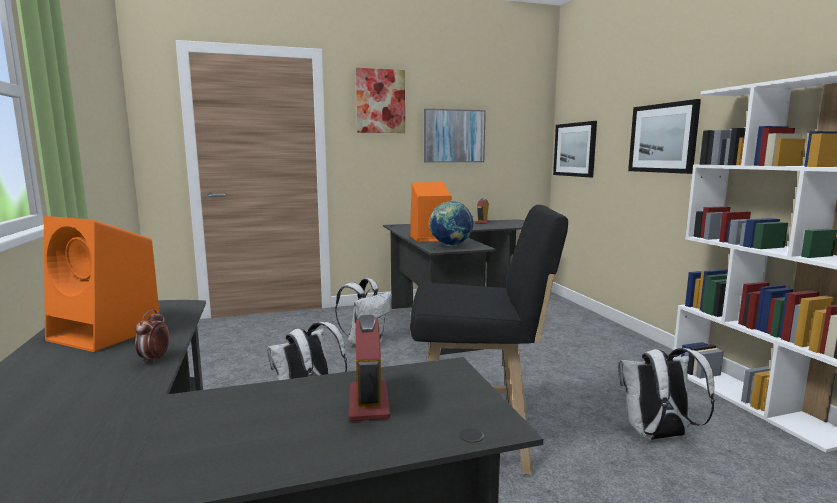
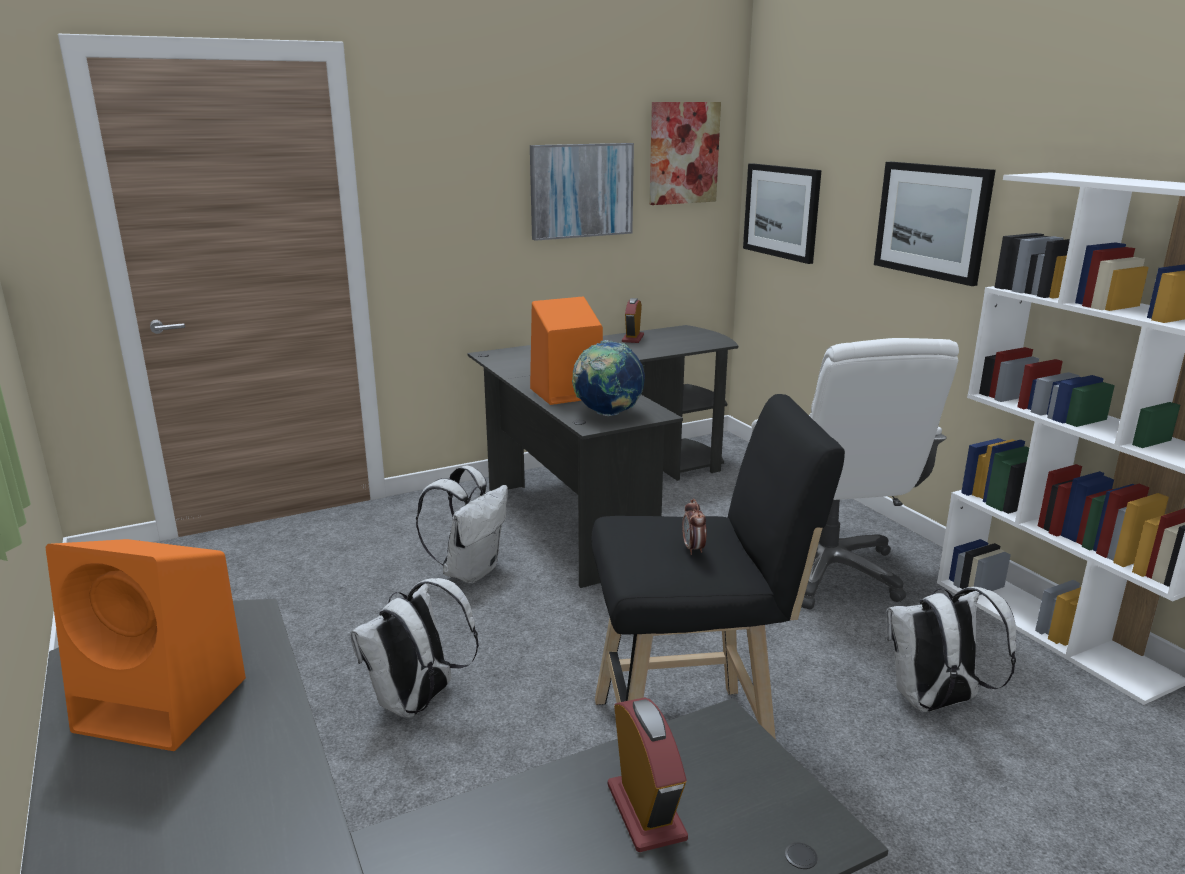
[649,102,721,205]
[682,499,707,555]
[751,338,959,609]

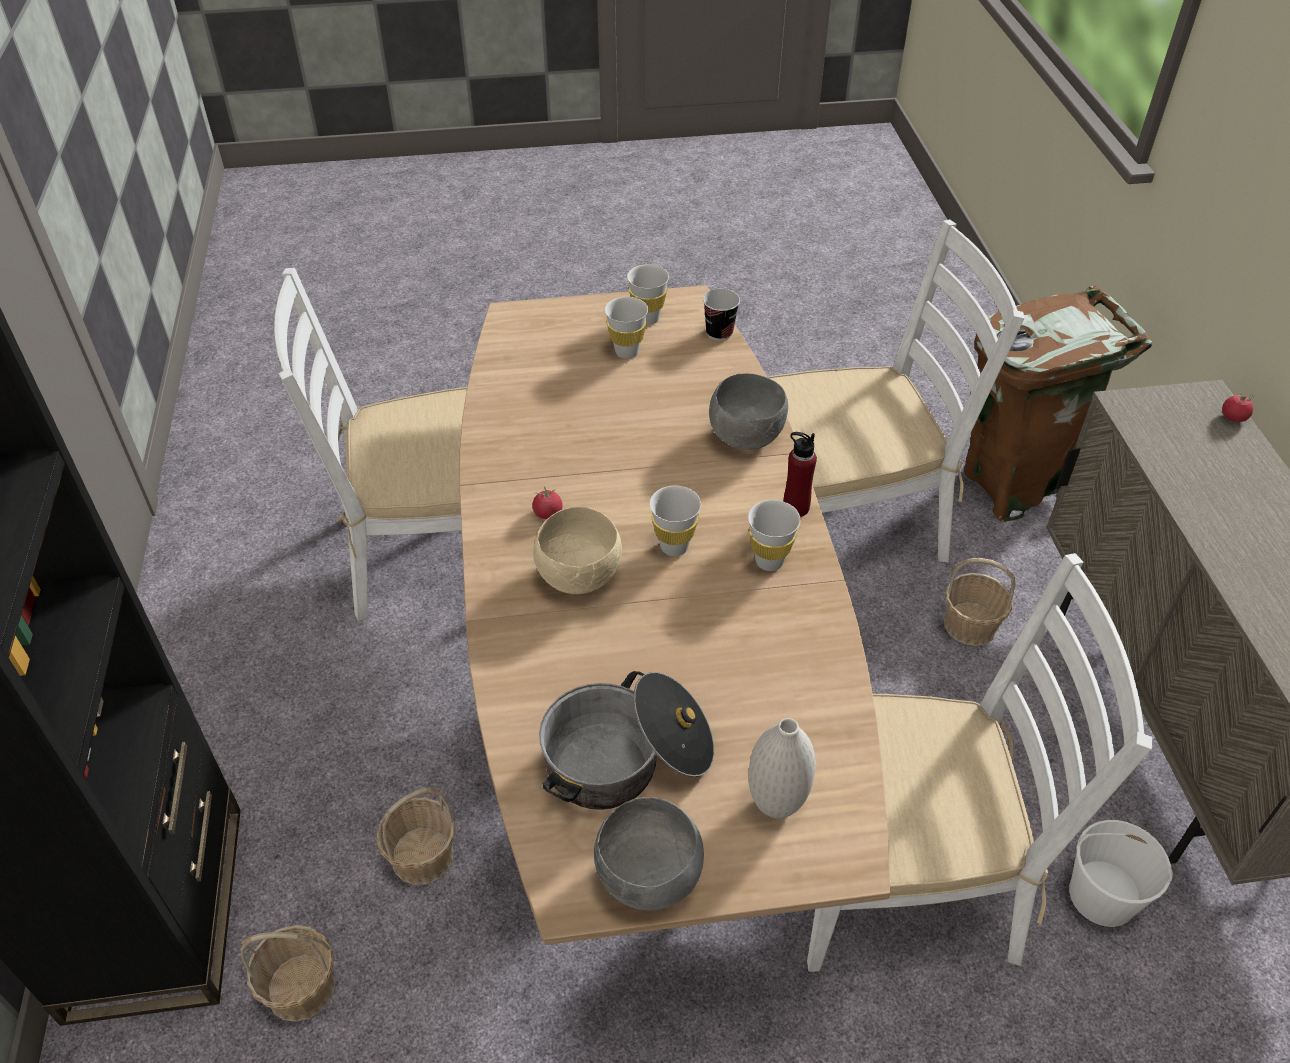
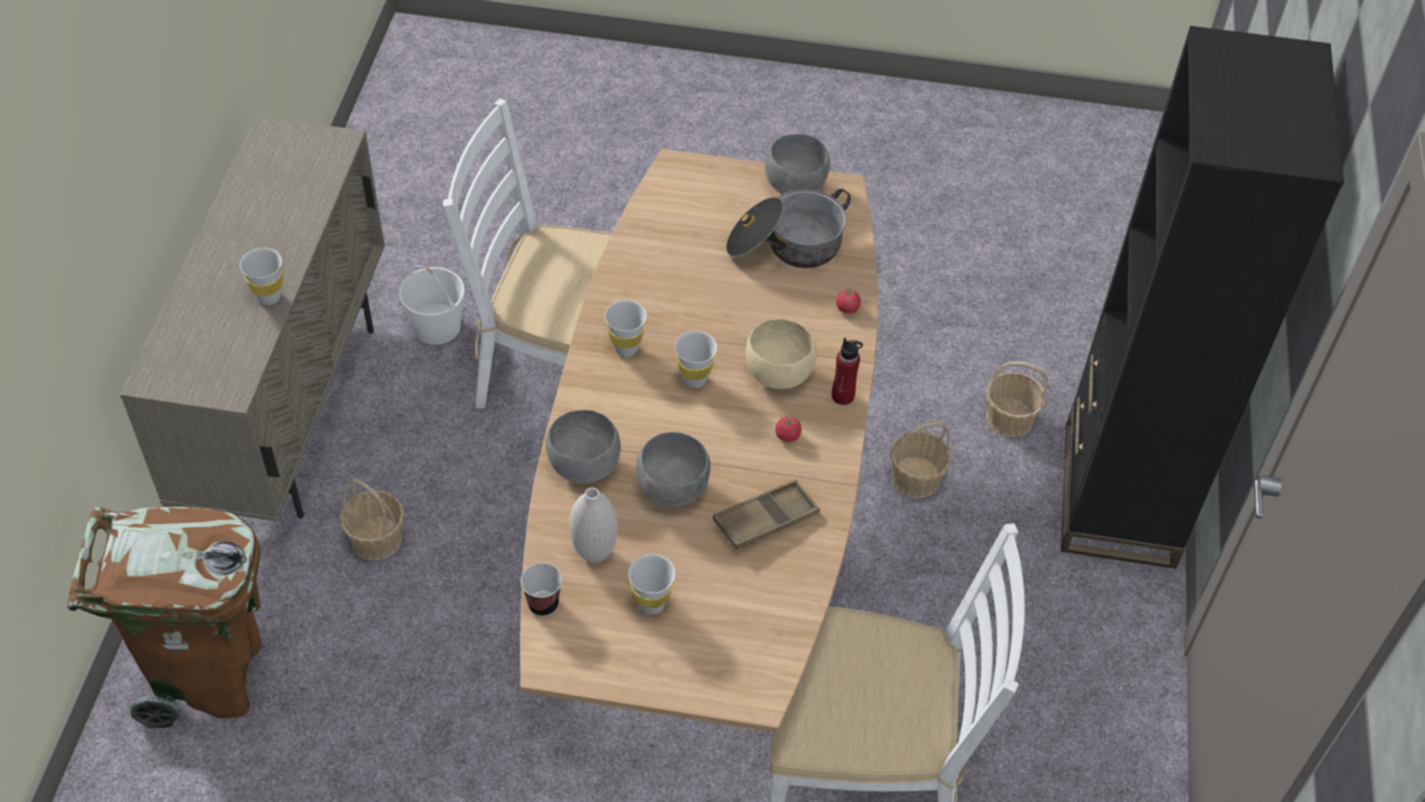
[240,248,283,305]
[569,488,618,563]
[636,432,711,507]
[713,479,820,550]
[832,338,863,405]
[836,287,861,314]
[767,219,1024,562] (first image)

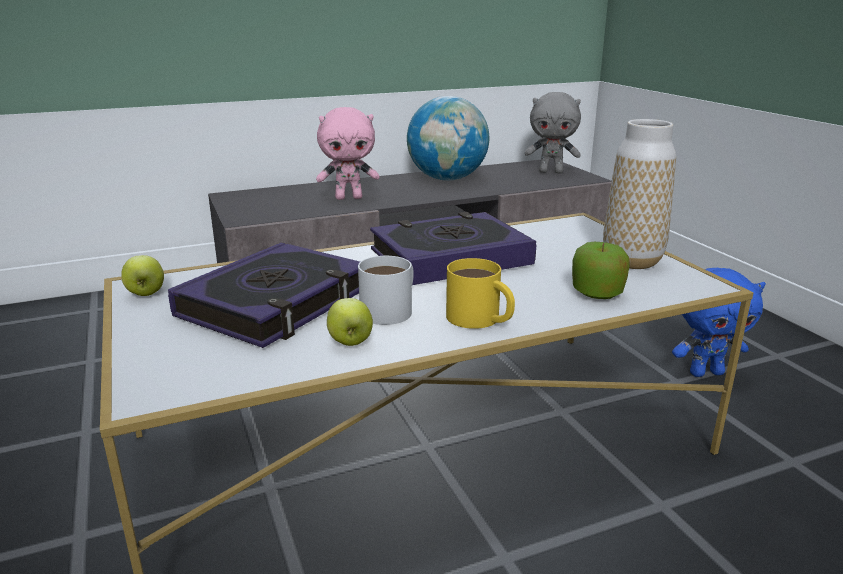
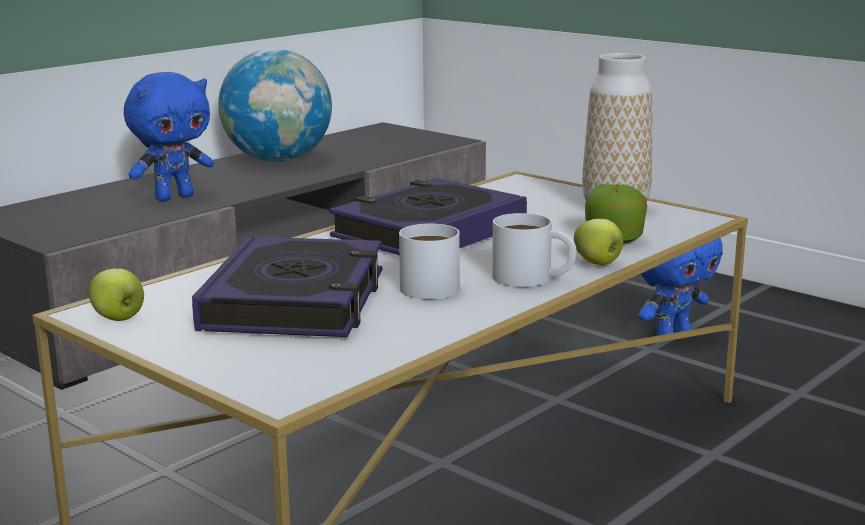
[124,72,214,201]
[492,213,576,287]
[574,219,623,265]
[525,92,581,173] (first image)

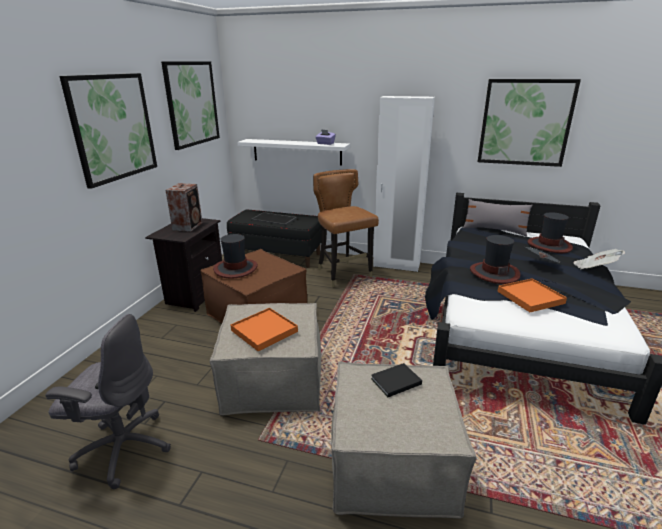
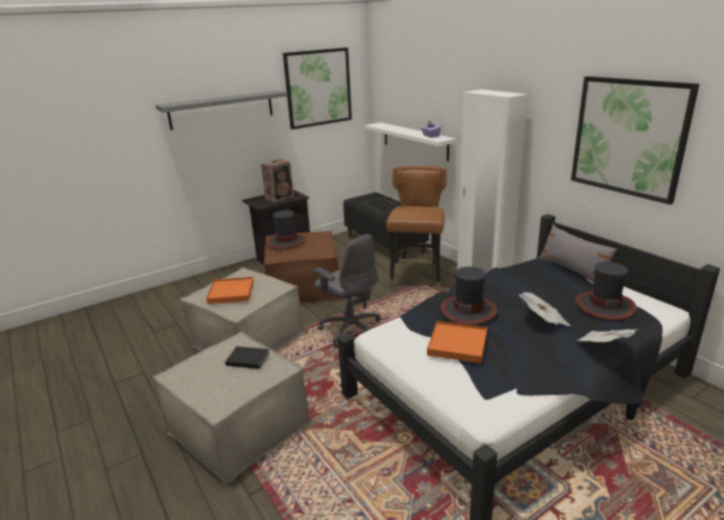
[156,90,288,130]
[313,234,381,348]

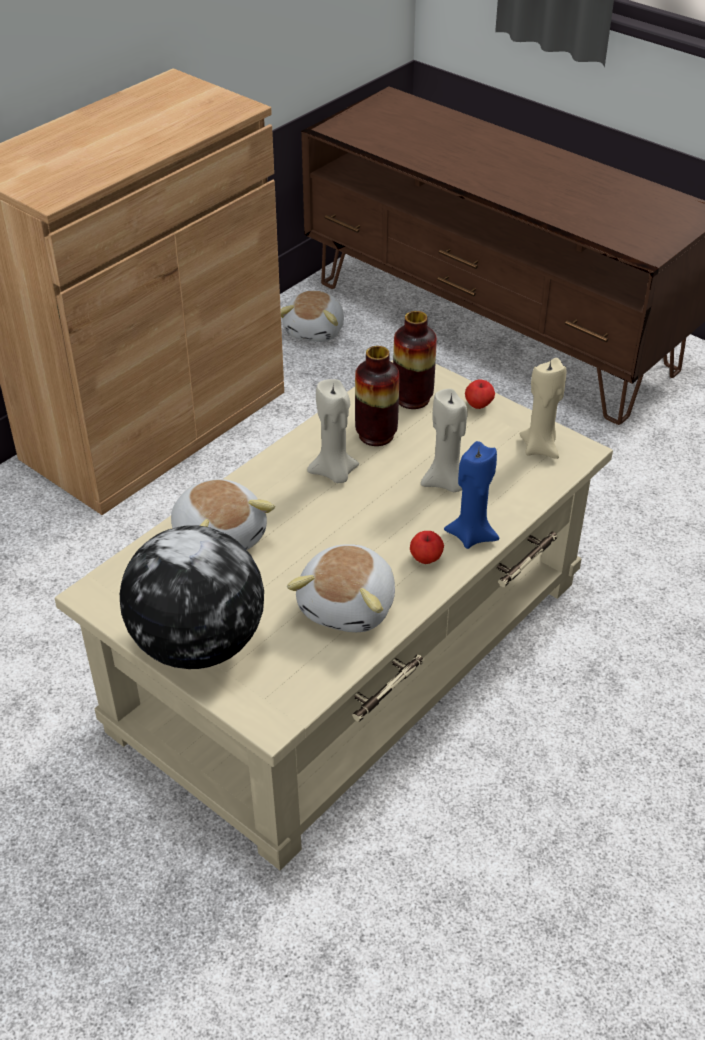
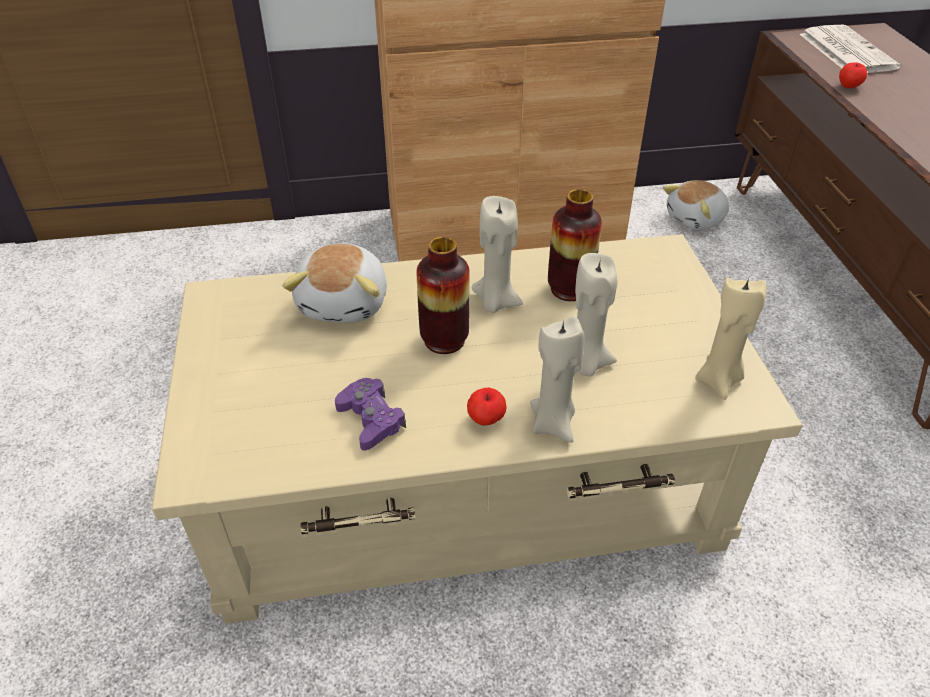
[335,378,406,450]
[417,237,470,354]
[530,316,585,443]
[800,25,901,73]
[839,63,867,88]
[120,525,264,669] (first image)

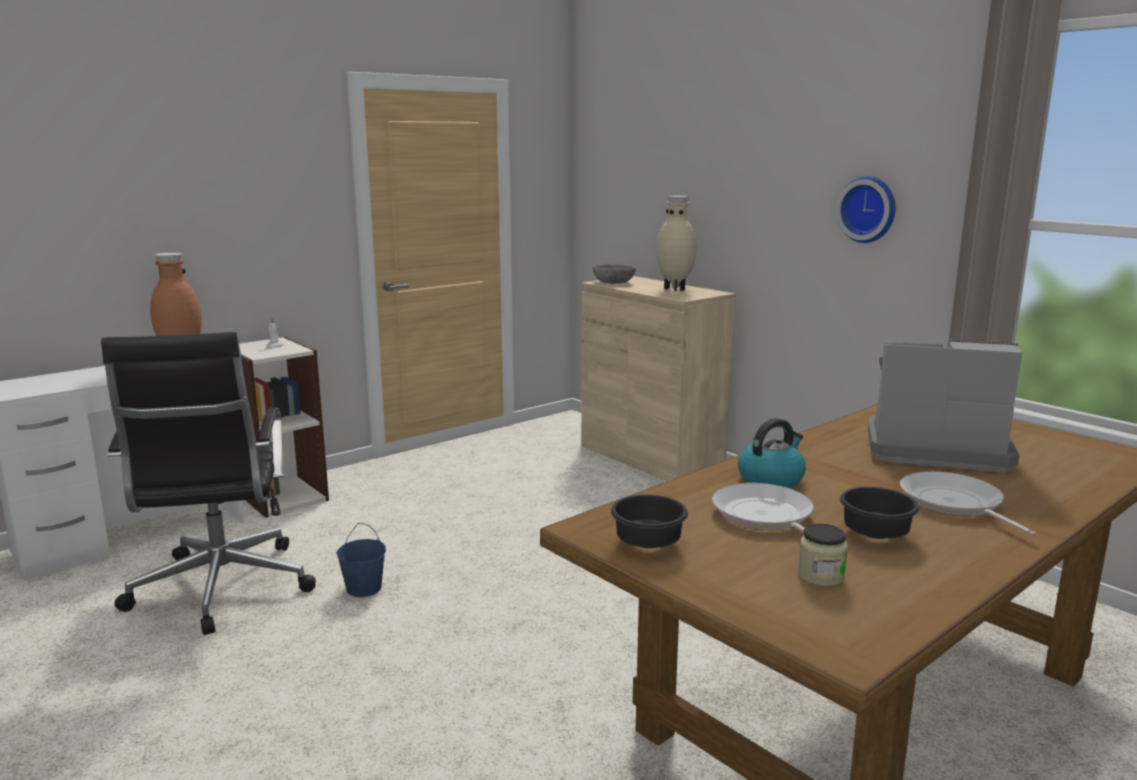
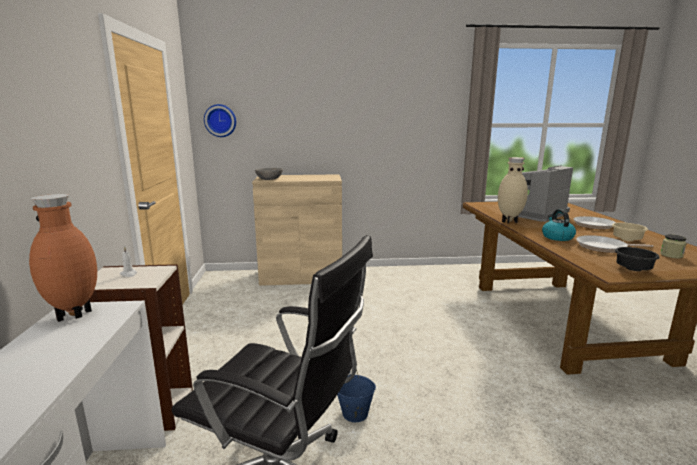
[204,104,236,137]
[498,157,528,223]
[612,222,648,241]

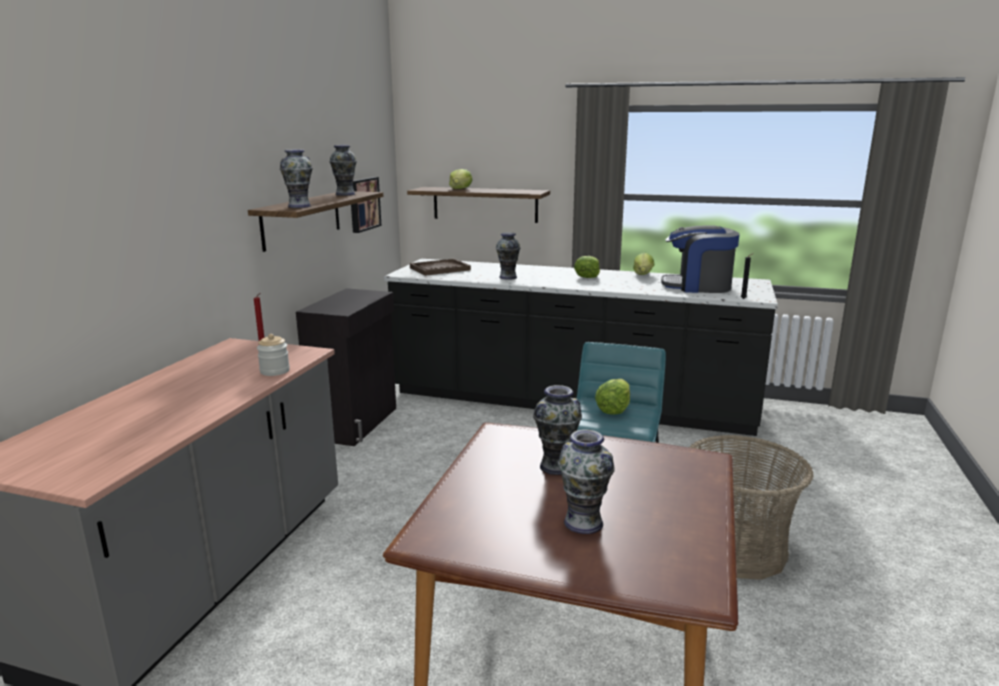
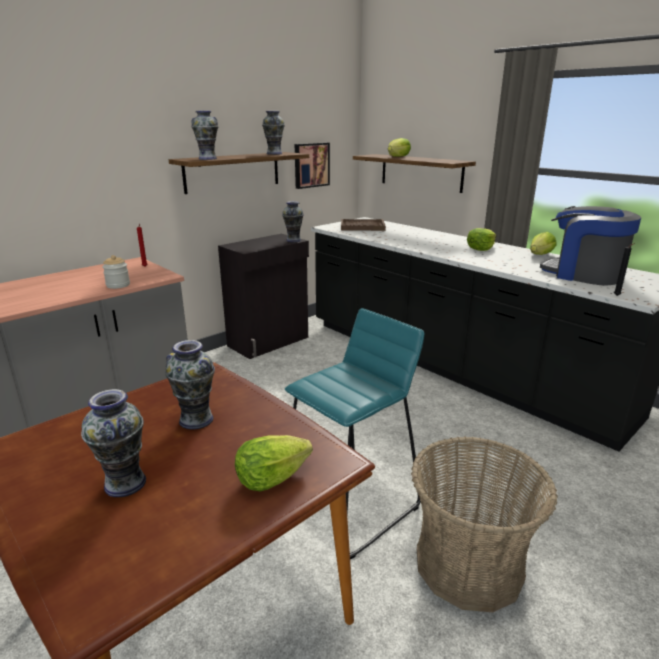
[235,435,313,492]
[282,201,304,242]

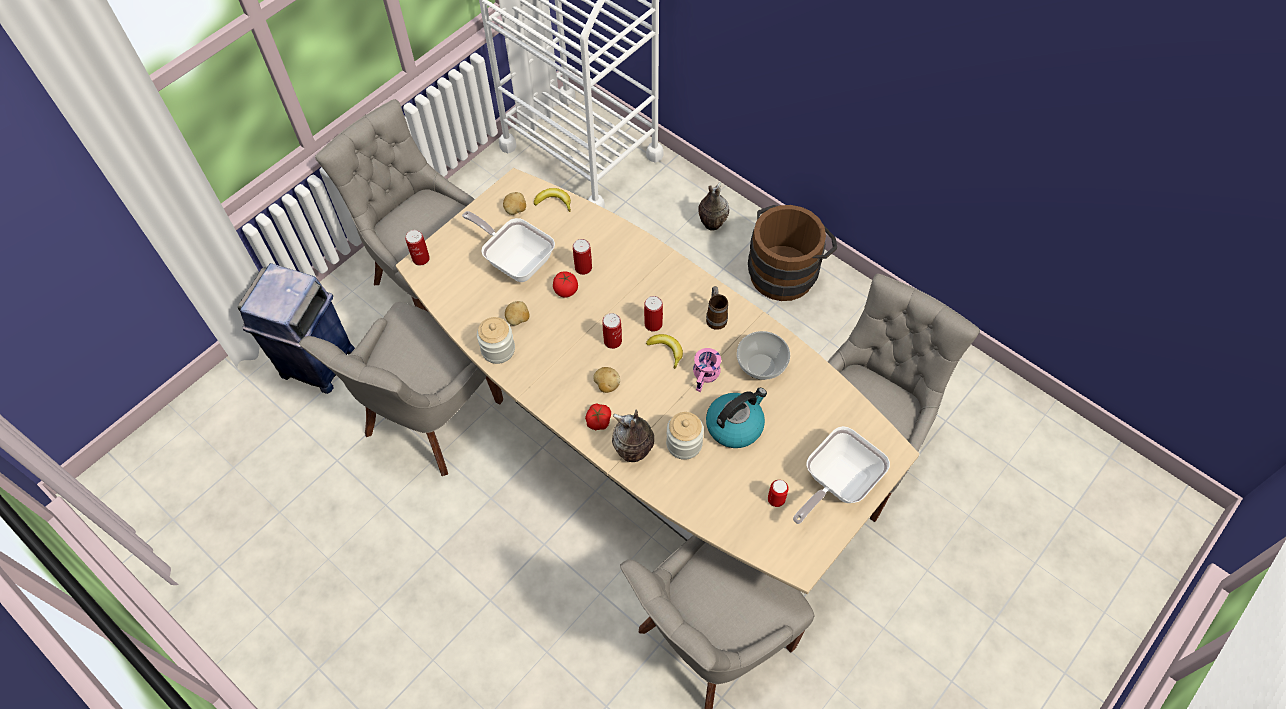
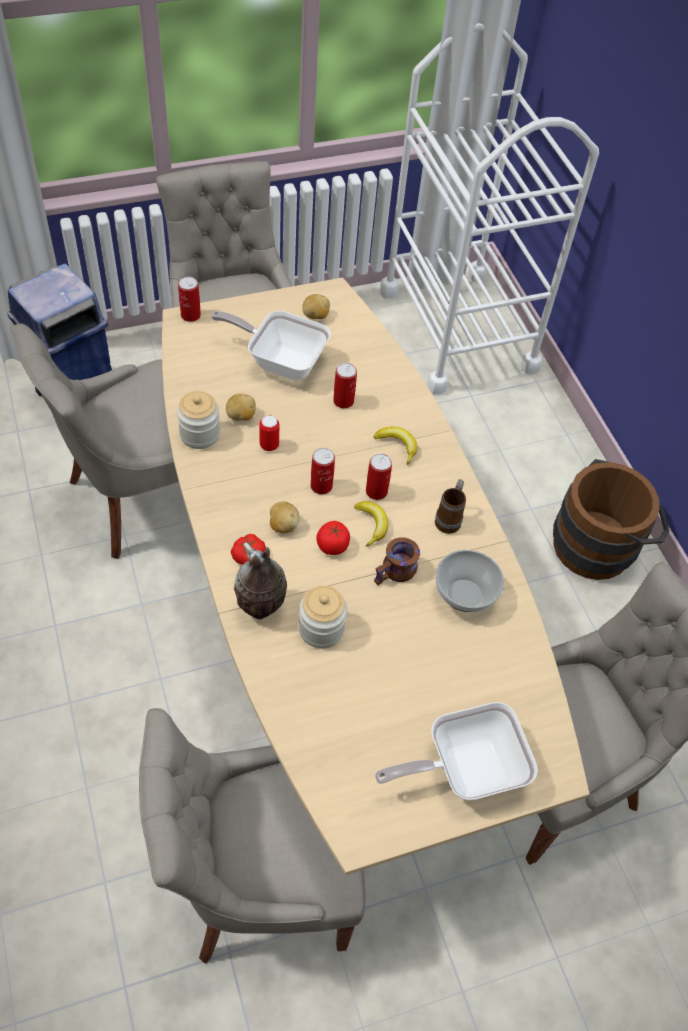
[211,311,331,381]
[259,416,279,451]
[317,521,350,555]
[373,427,417,465]
[374,537,420,585]
[698,182,729,230] (first image)
[706,388,767,448] (first image)

